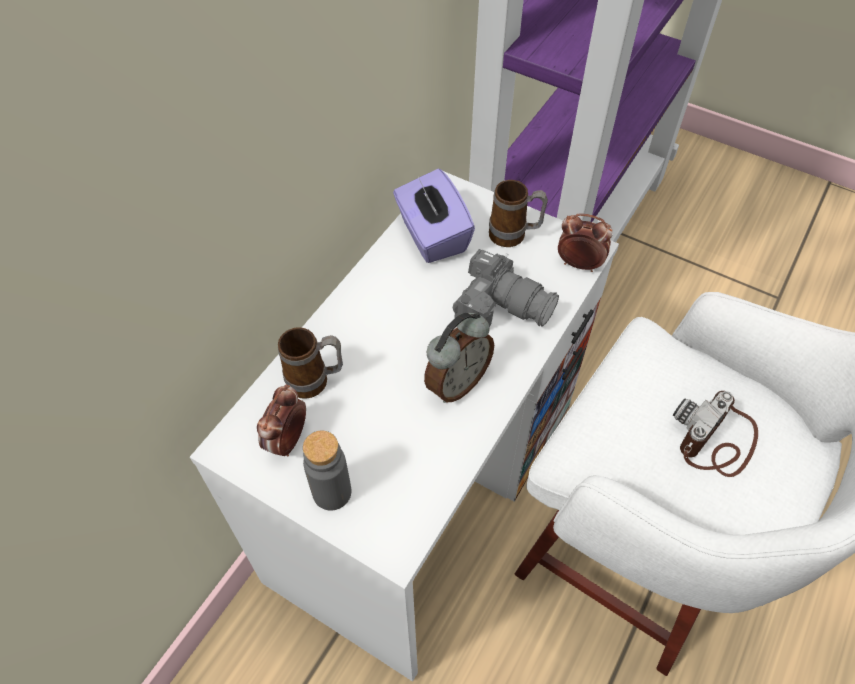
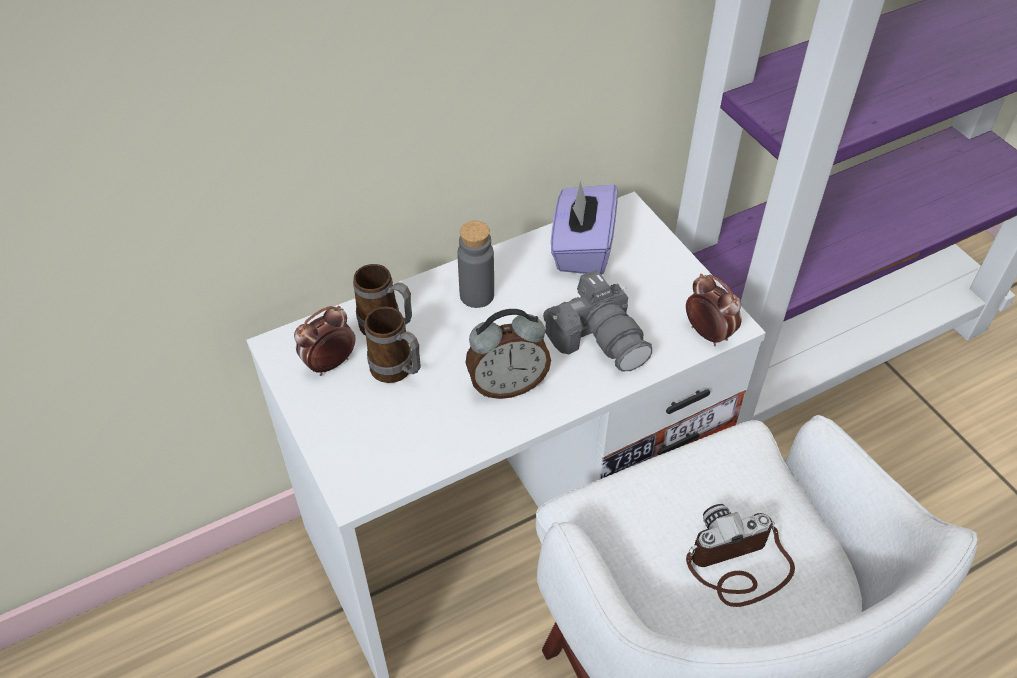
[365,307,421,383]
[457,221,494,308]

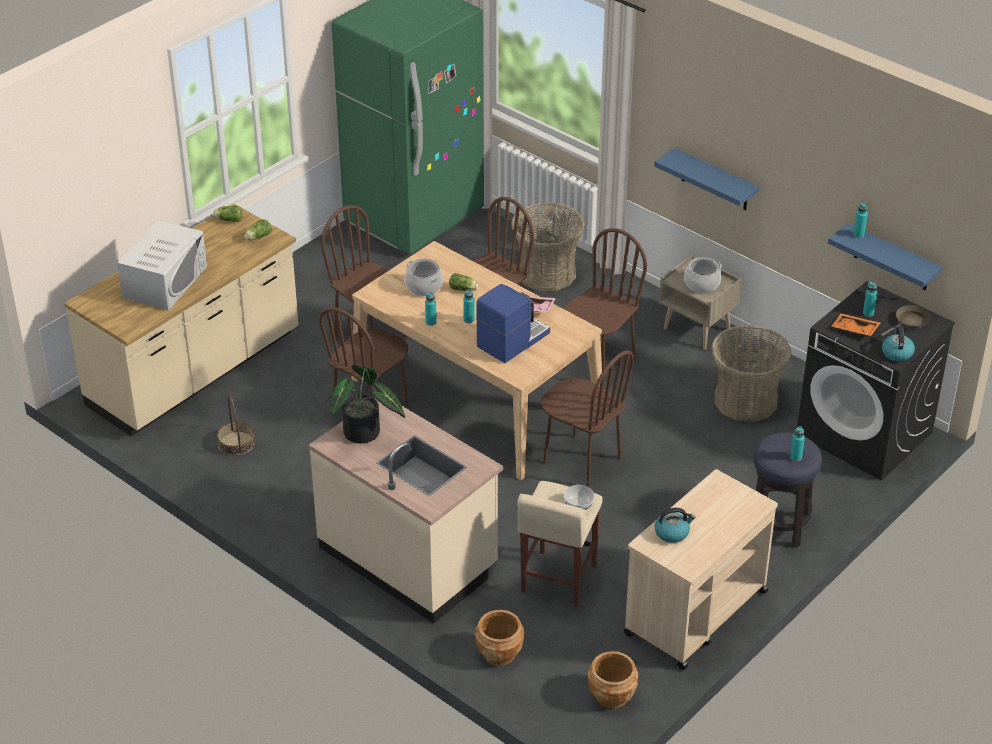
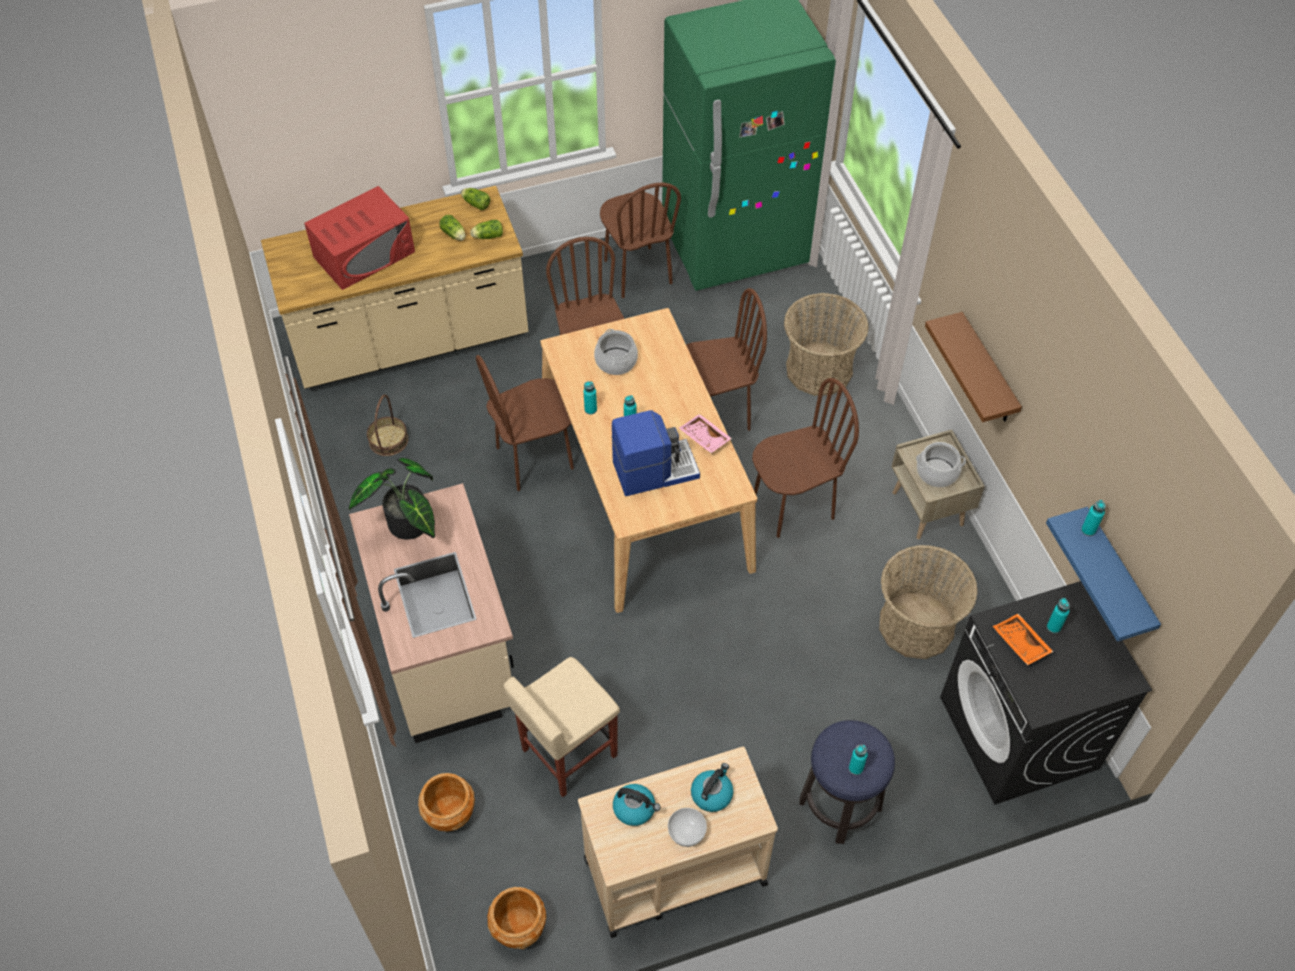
[304,186,415,290]
[439,215,466,241]
[600,183,681,298]
[668,808,707,847]
[691,763,733,812]
[925,312,1022,422]
[881,305,930,337] (first image)

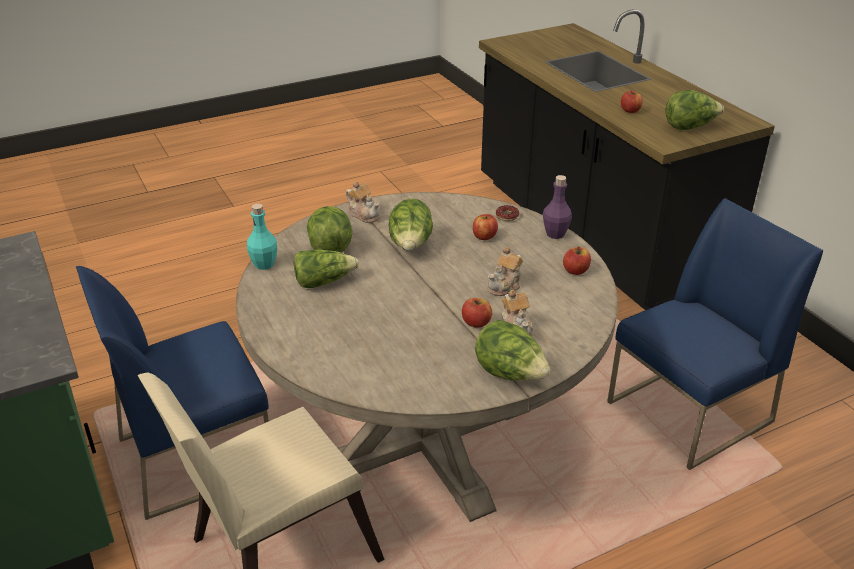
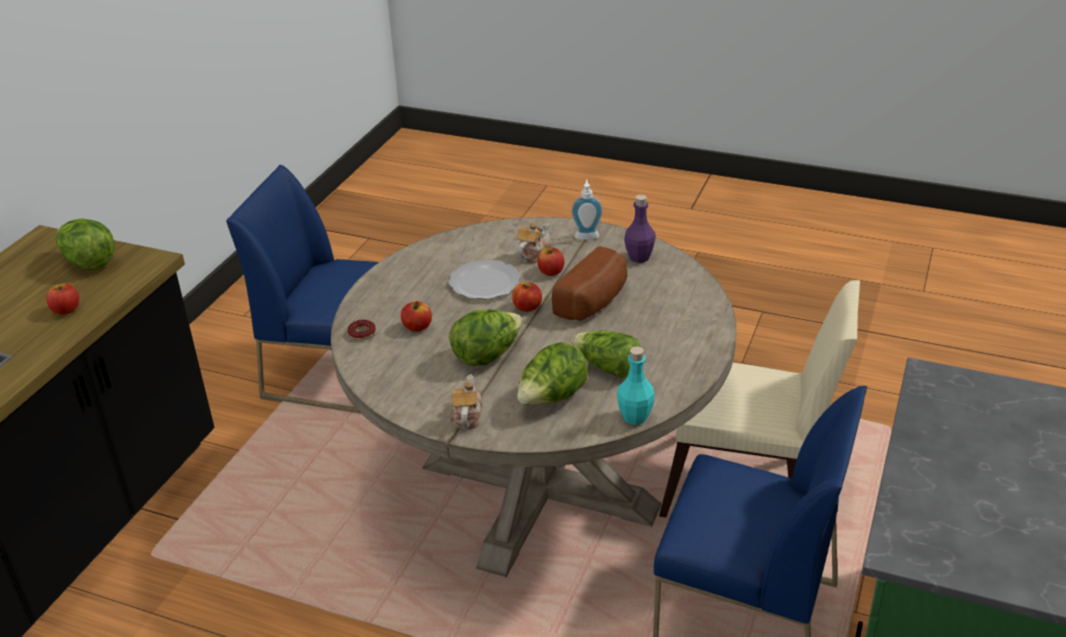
[449,260,520,300]
[512,282,542,311]
[552,246,627,321]
[571,179,603,240]
[624,195,656,263]

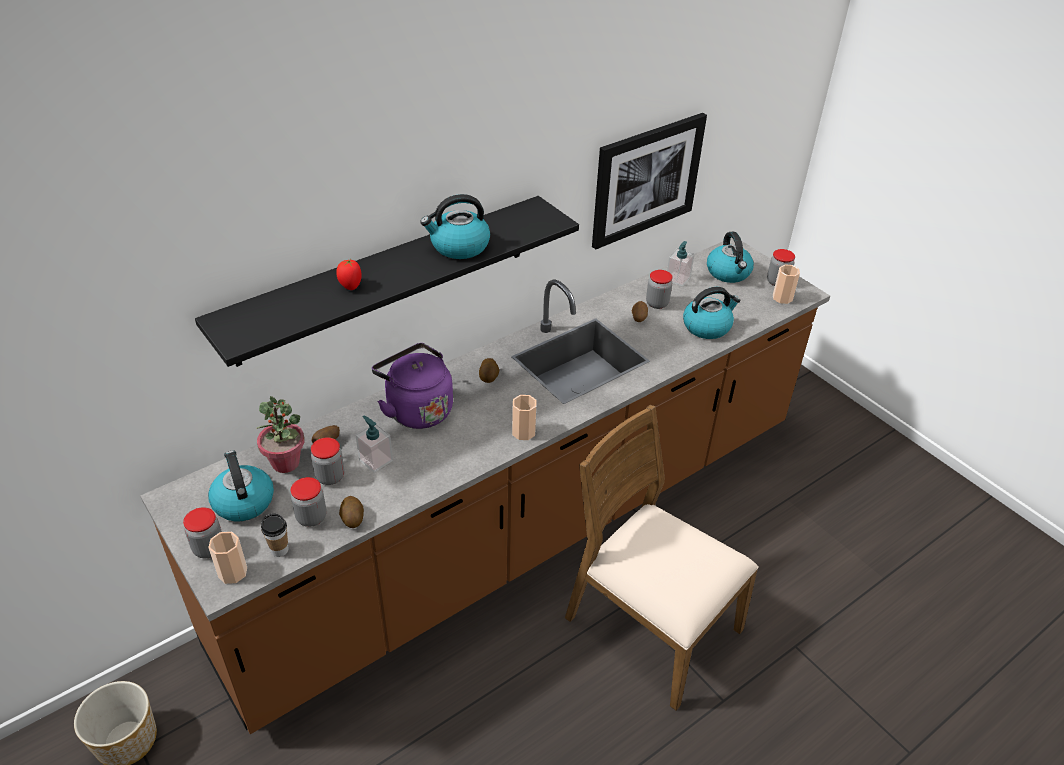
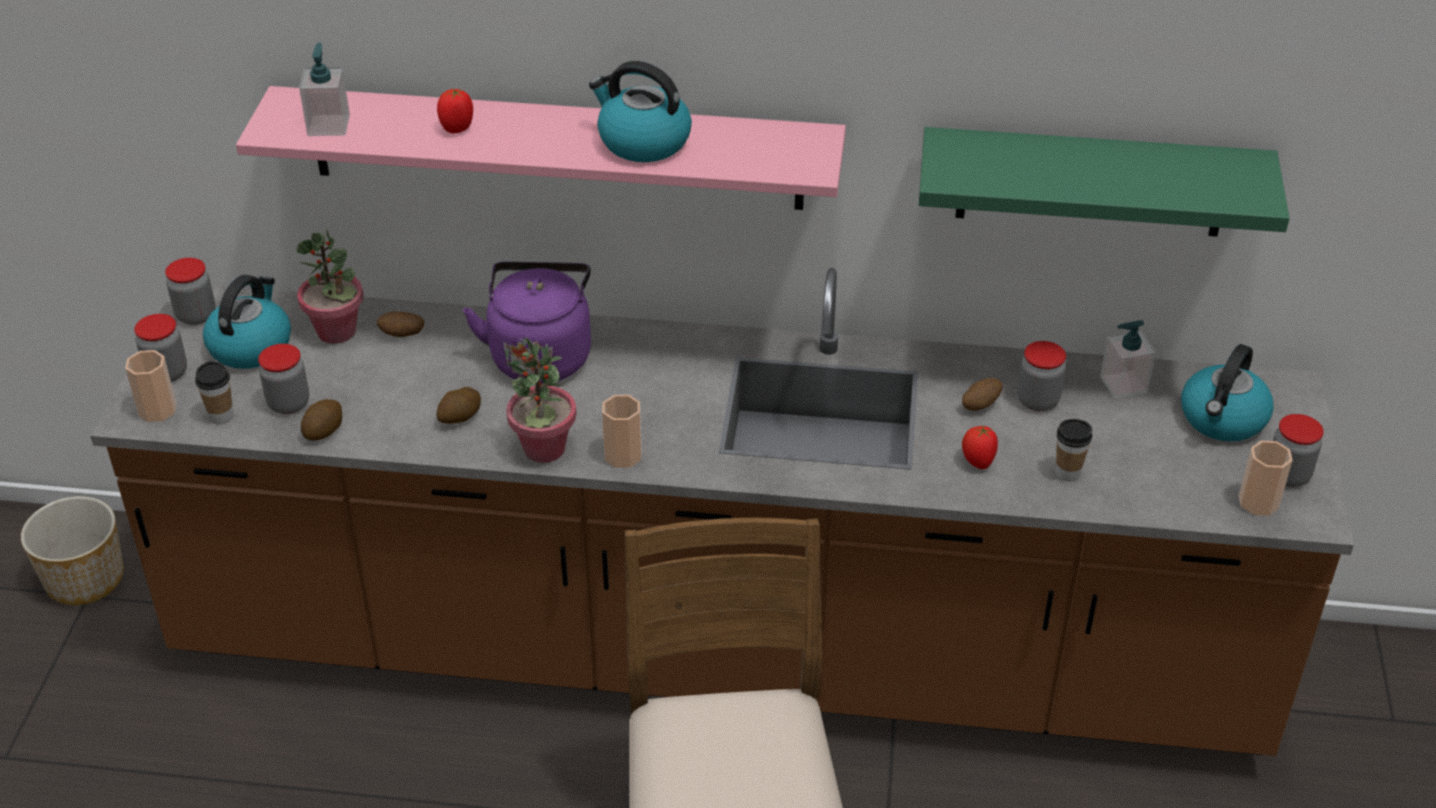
[165,258,215,325]
[236,86,846,210]
[299,43,350,136]
[436,387,481,424]
[506,337,577,463]
[919,127,1290,237]
[962,425,998,469]
[1056,419,1092,482]

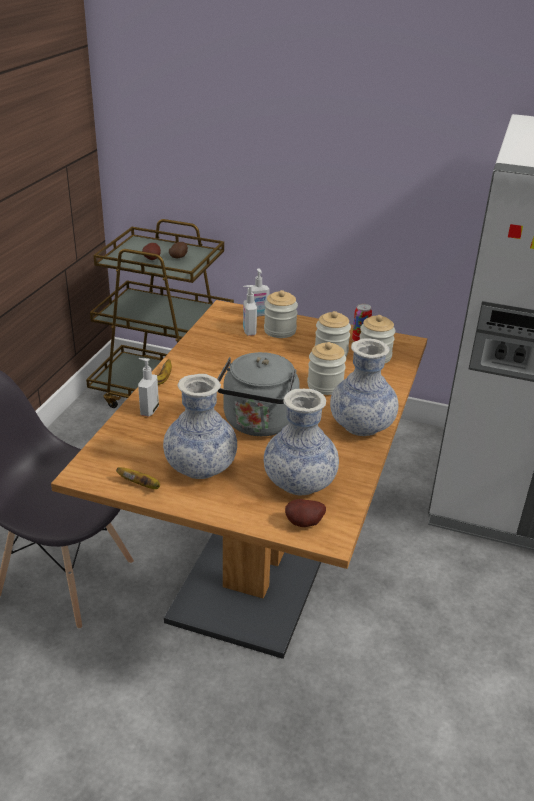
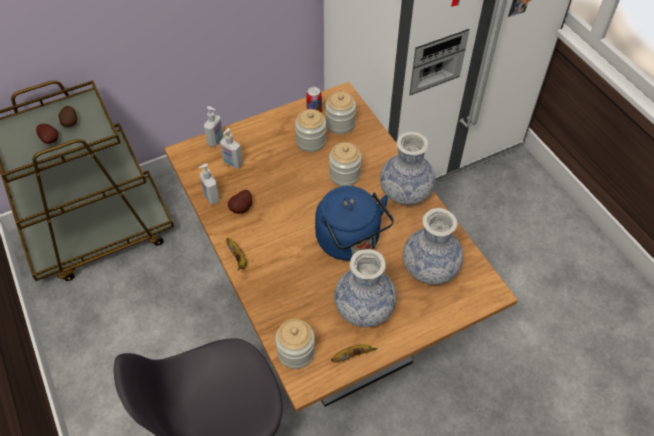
[198,163,220,205]
[228,190,252,214]
[275,319,315,369]
[315,186,394,261]

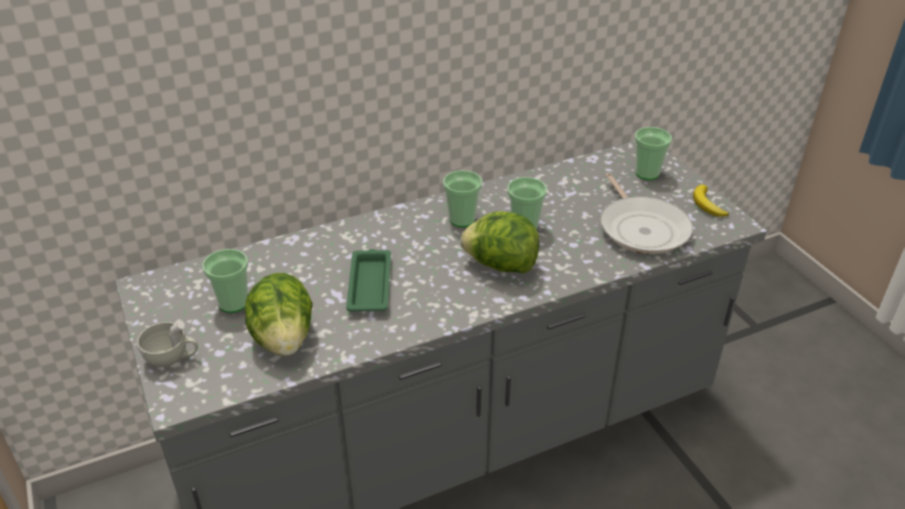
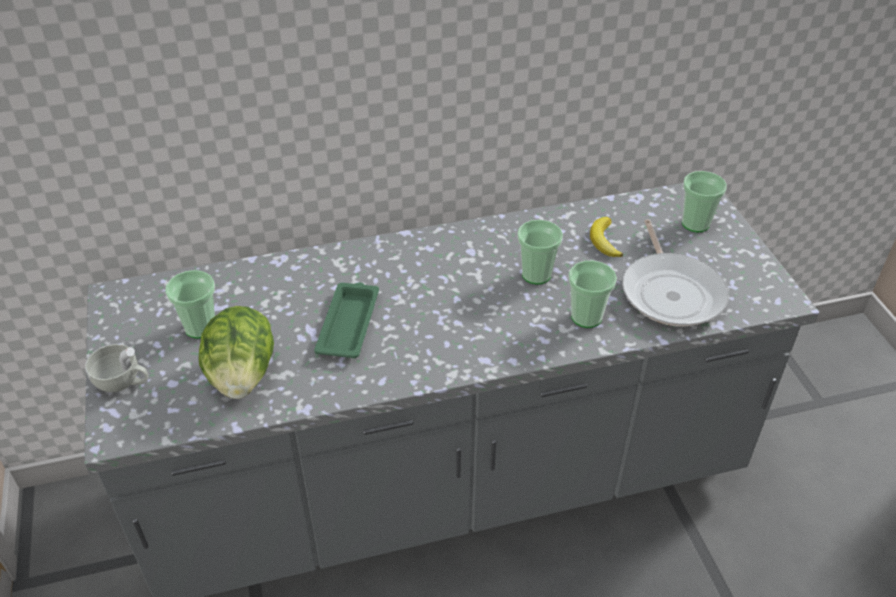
[568,260,617,328]
[590,217,623,257]
[460,211,539,273] (first image)

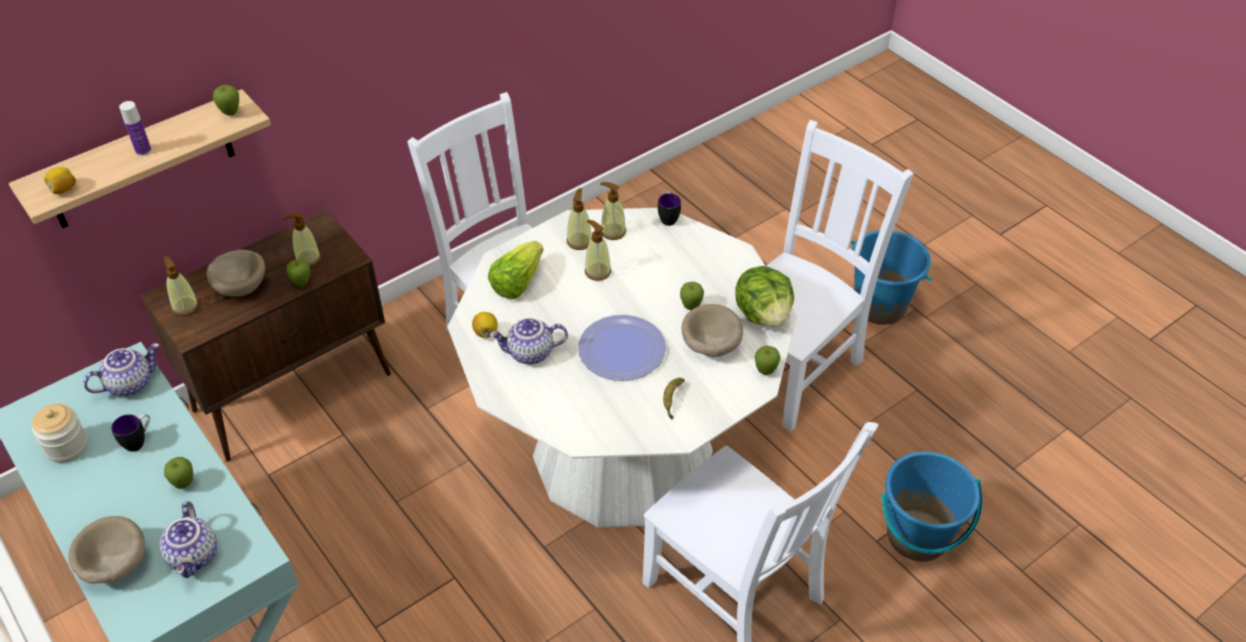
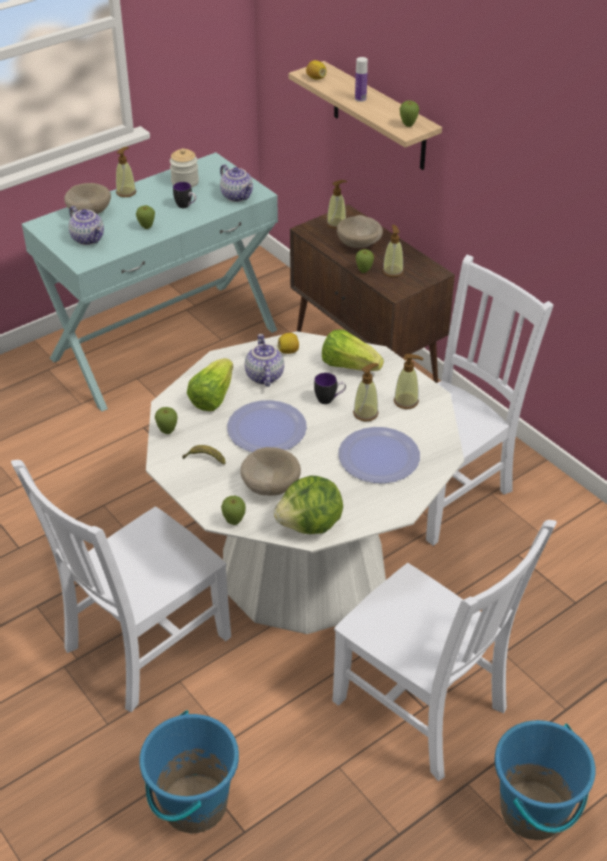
[68,206,104,245]
[116,147,136,197]
[155,407,178,434]
[187,358,233,411]
[314,373,346,404]
[338,427,420,483]

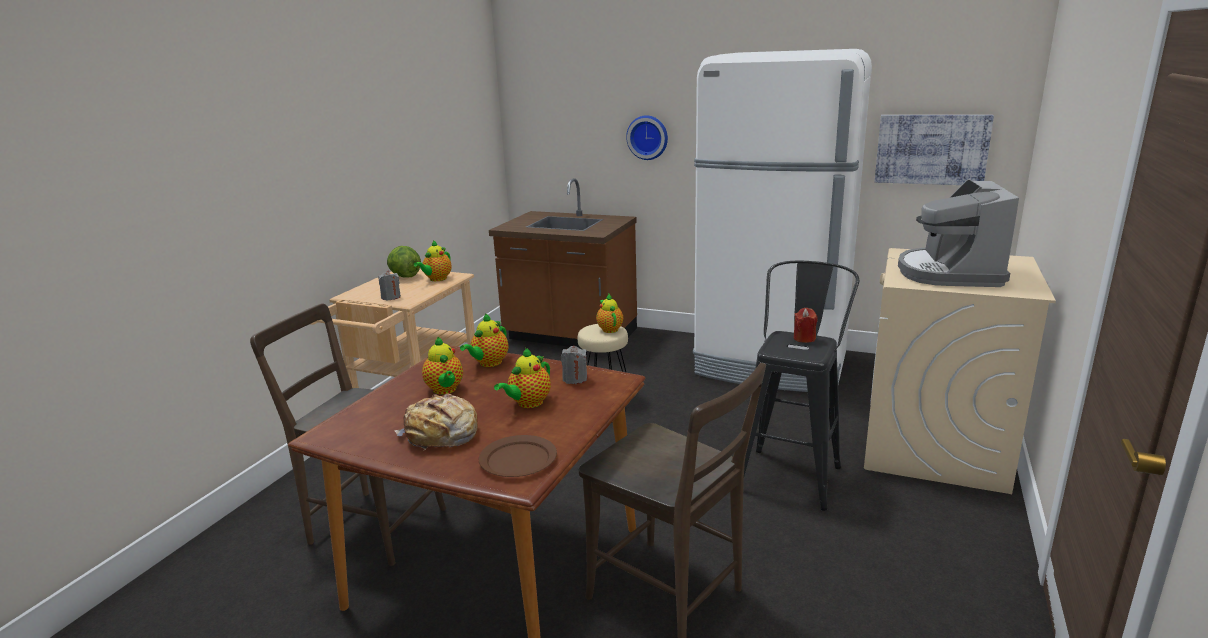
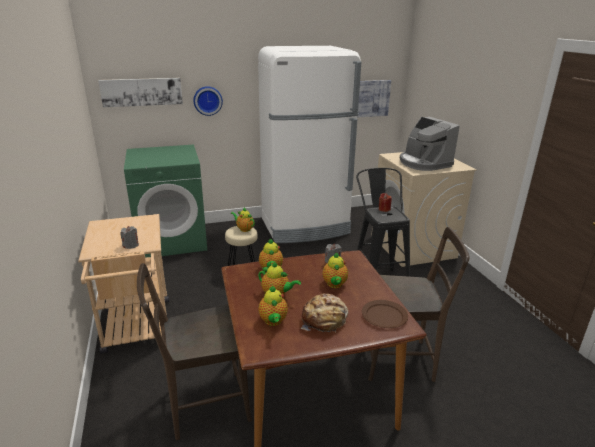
[98,78,183,107]
[124,145,207,258]
[258,286,288,326]
[387,246,421,277] (first image)

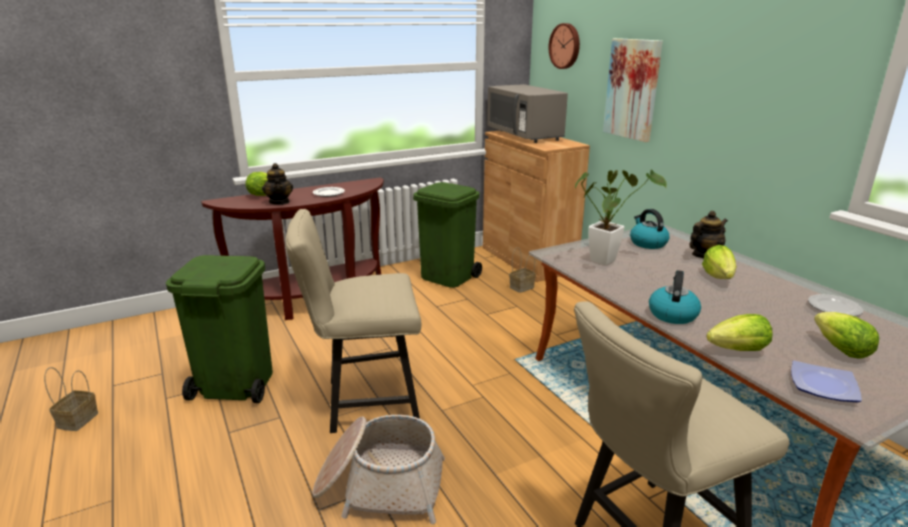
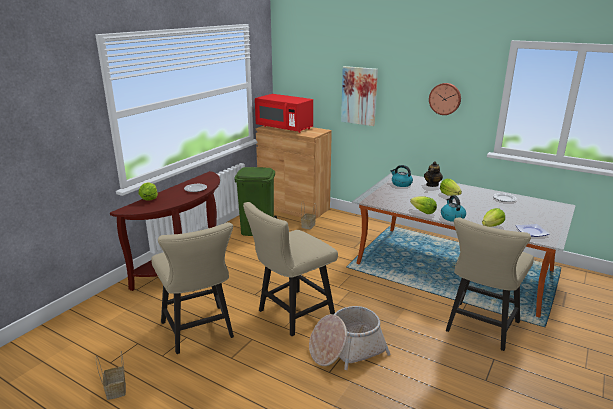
[151,222,234,354]
[255,94,314,133]
[410,196,437,214]
[429,83,461,115]
[262,163,293,205] (first image)
[574,169,667,265] (first image)

